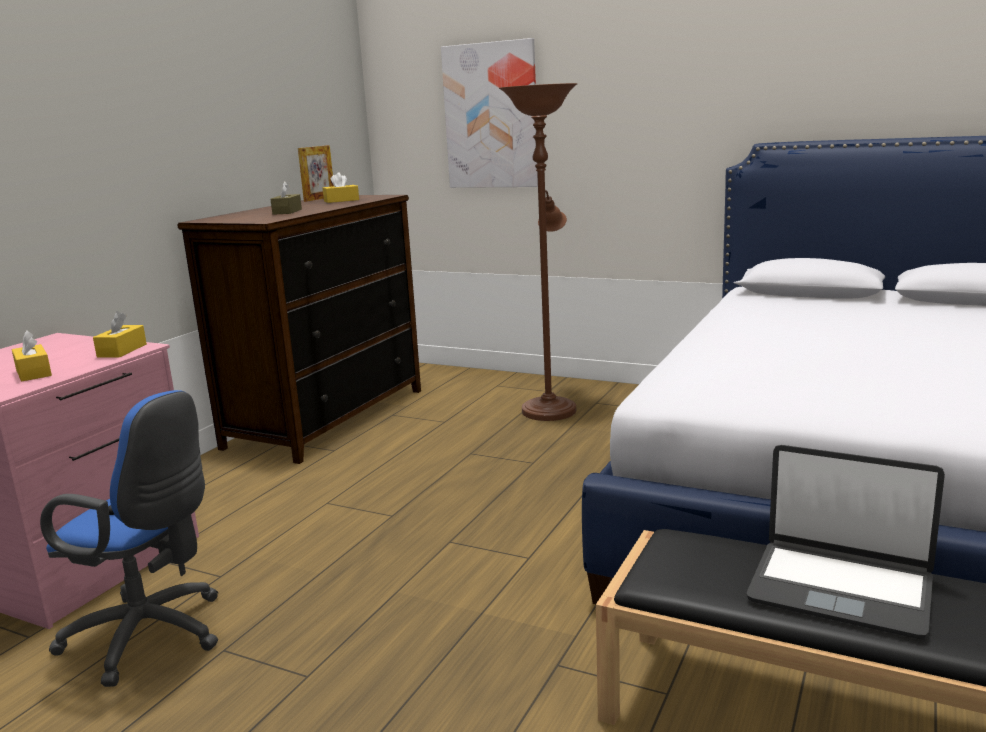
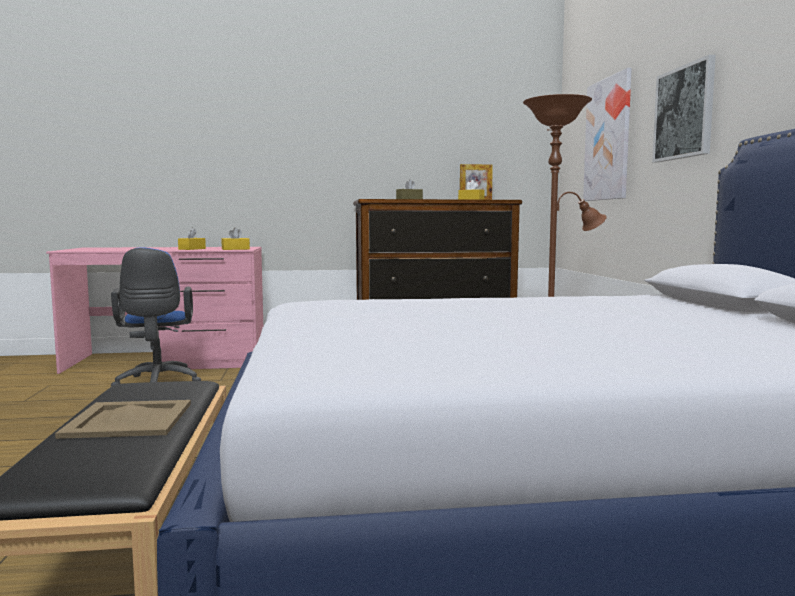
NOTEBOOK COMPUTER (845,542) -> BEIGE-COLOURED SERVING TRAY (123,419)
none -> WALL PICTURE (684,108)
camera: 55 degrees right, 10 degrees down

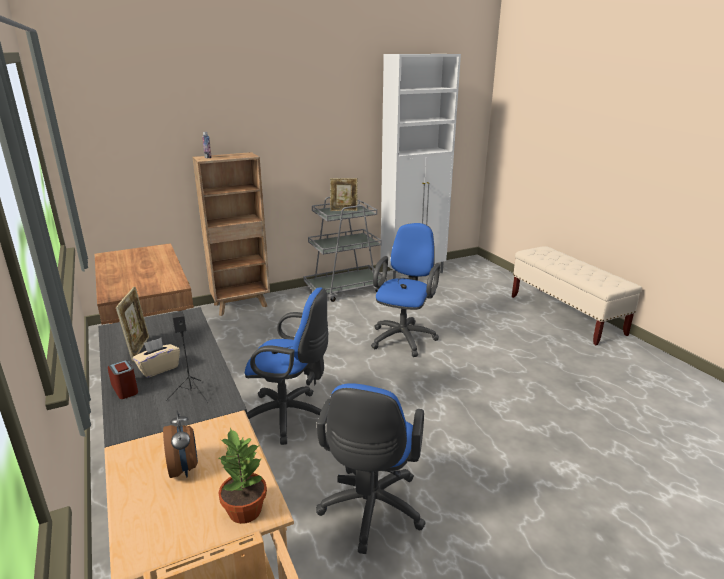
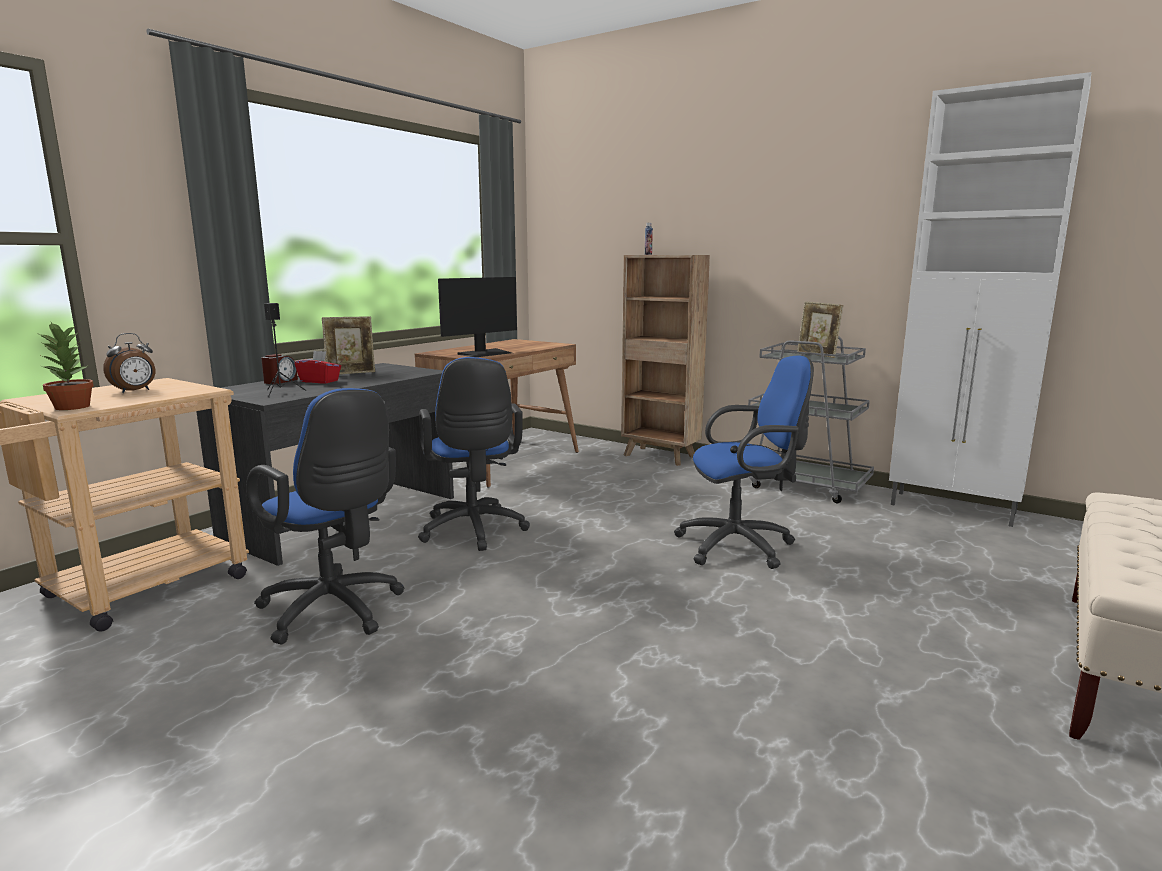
BLUISH OFFICE CHAIR (371,468) -> BLUISH OFFICE CHAIR (325,516), 120 degrees counterclockwise
BEIGE-COLOURED BOX OF TISSUES (156,358) -> REDDISH BOX OF TISSUES (318,367)
none -> COMPUTER SCREEN (477,317)
camera: 60 degrees right, 10 degrees down

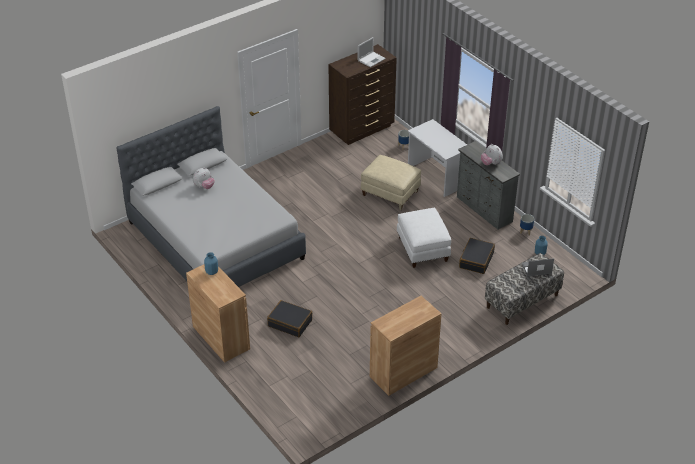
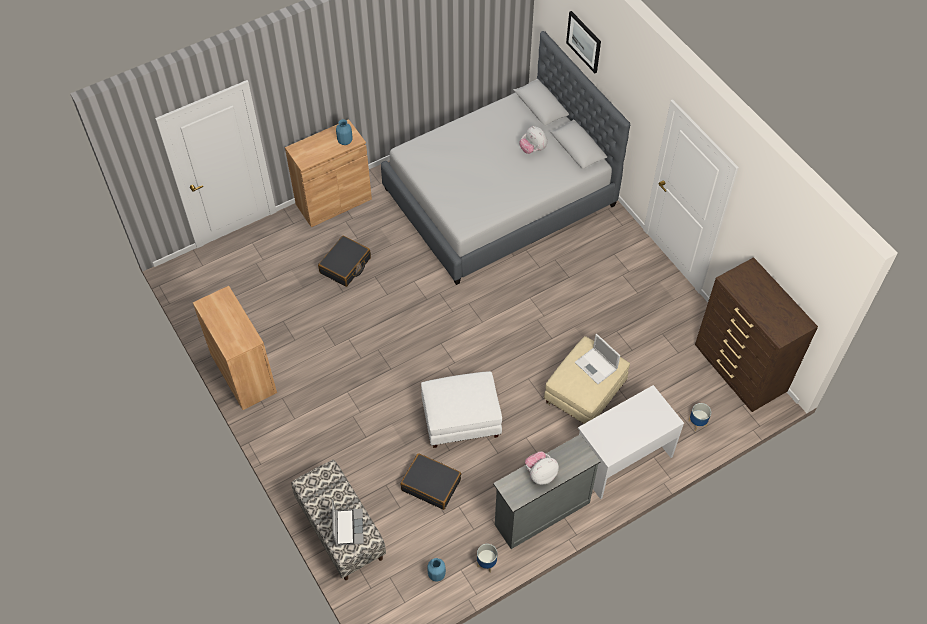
none -> WALL PICTURE (583,42)
NOTEBOOK COMPUTER (372,52) -> NOTEBOOK COMPUTER (597,359), move
camera: 95 degrees right, 15 degrees up

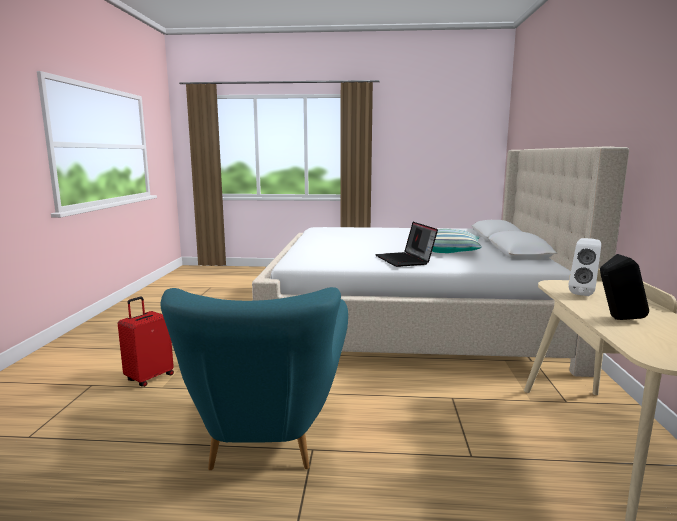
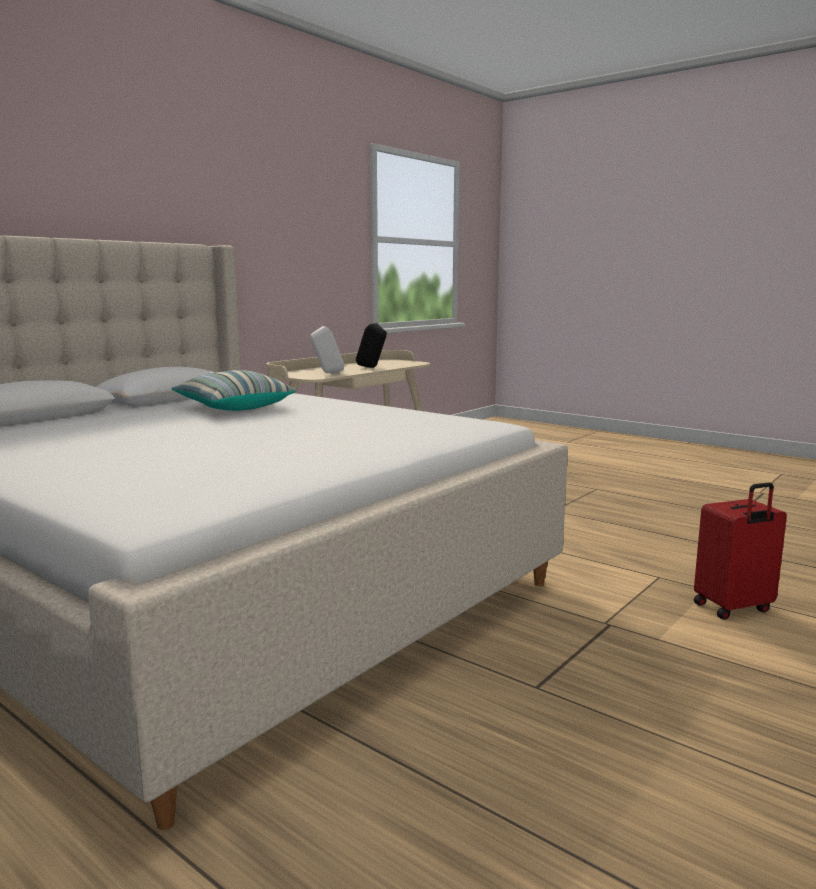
TURQUOISE LOUNGE CHAIR (254,378) -> none
NOTEBOOK COMPUTER (406,244) -> none
camera: 145 degrees left, 0 degrees up

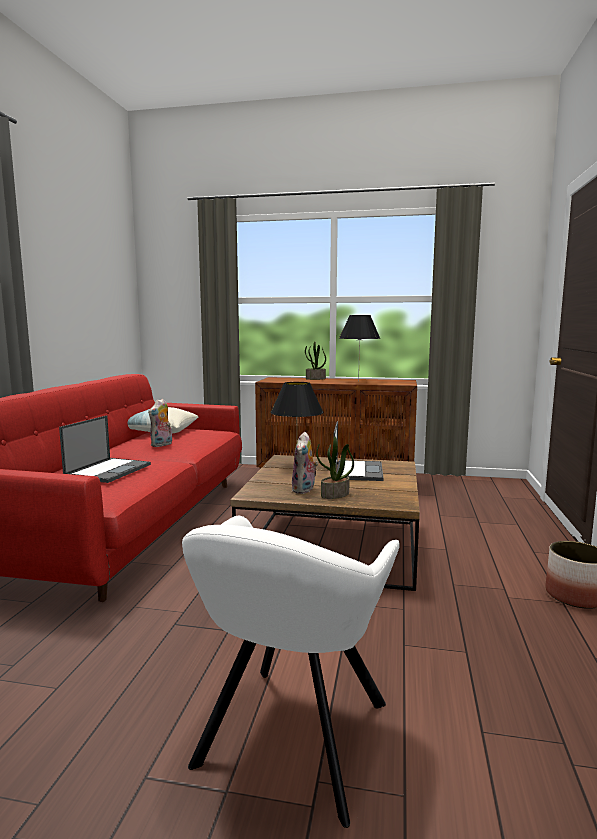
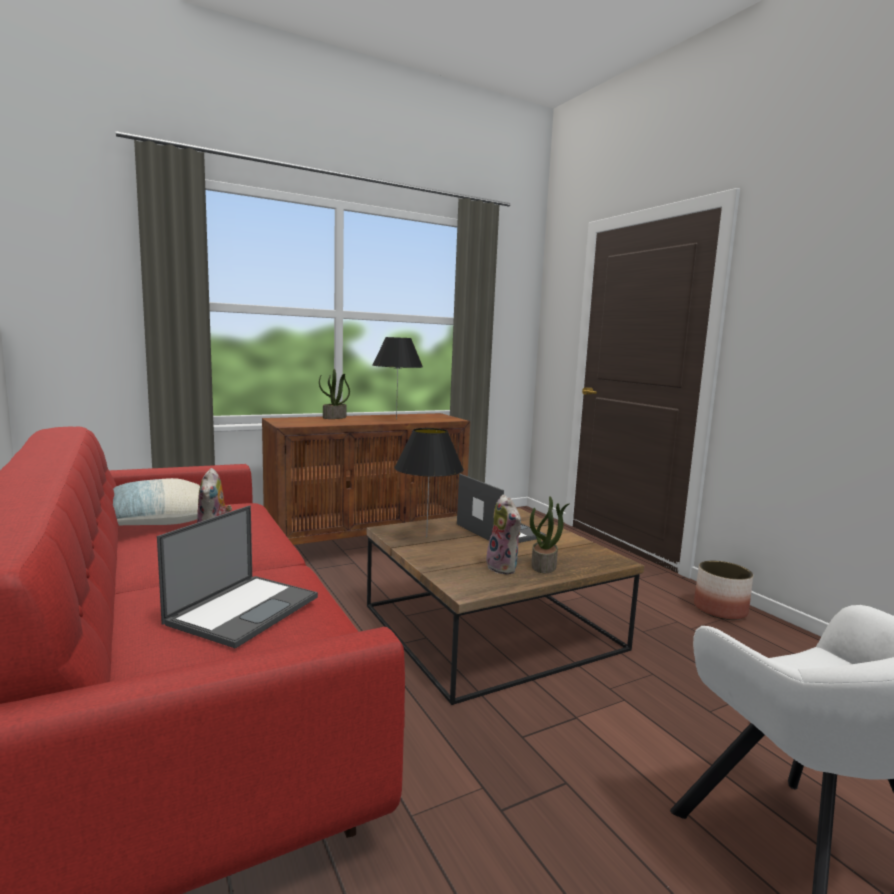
NOTEBOOK COMPUTER (105,449) -> NOTEBOOK COMPUTER (237,577), 45 degrees clockwise
camera: 40 degrees left, 0 degrees up

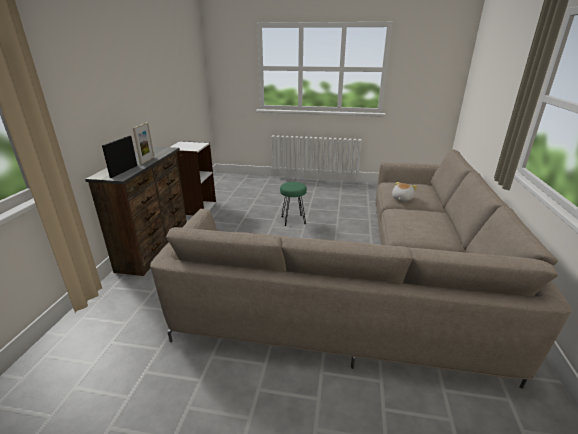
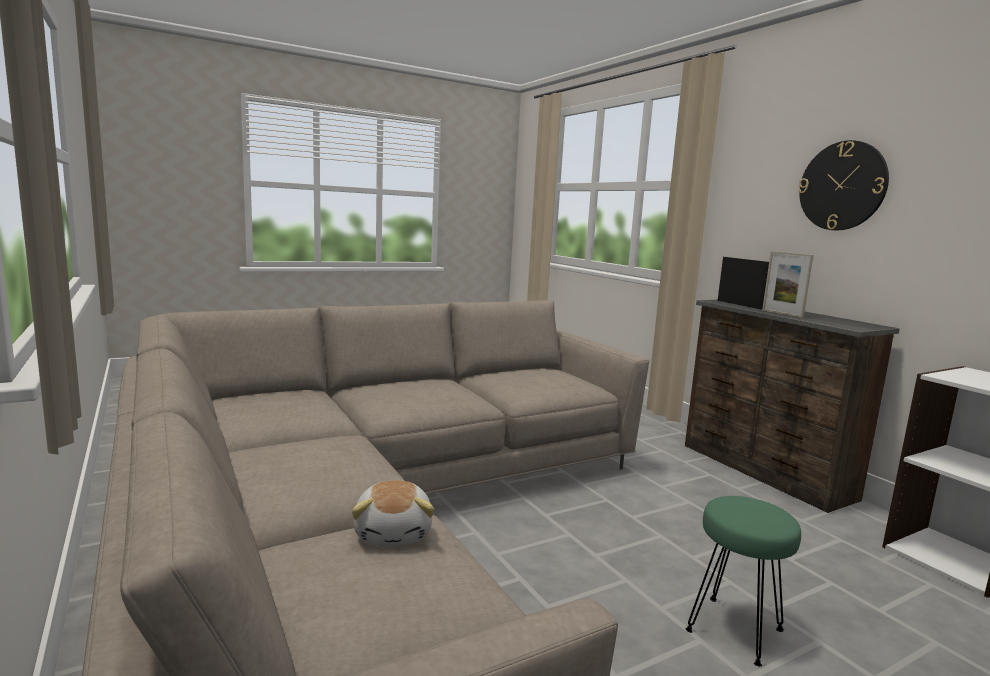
none -> WALL CLOCK (843,185)
camera: 140 degrees right, 15 degrees down

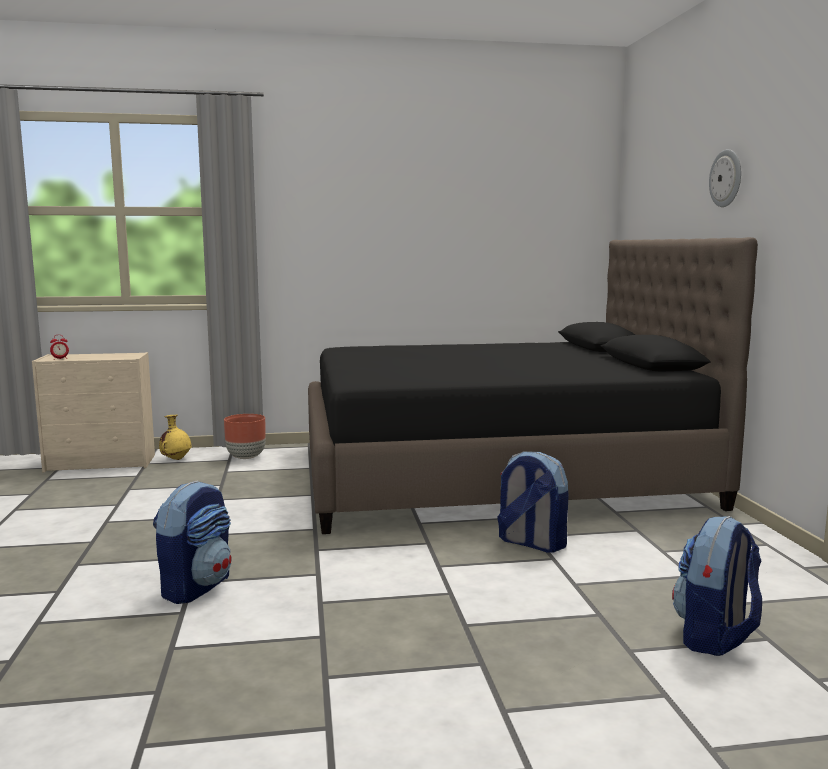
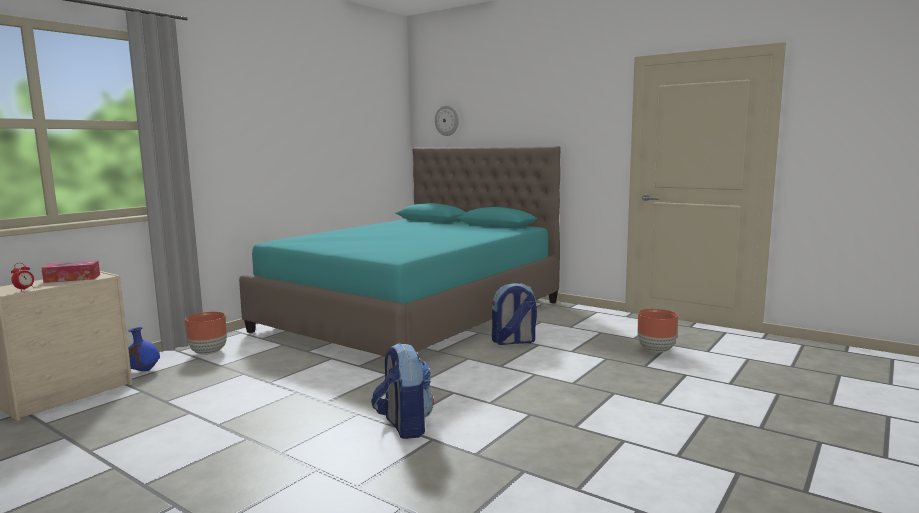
none -> BOX OF TISSUES (70,271)
YELLOWISH FLOWER VASE (175,437) -> BLUISH FLOWER VASE (144,349)
BLACK BEDROOM BED (533,385) -> TURQUOISE BEDROOM BED (400,251)
WALL CLOCK (725,178) -> WALL CLOCK (447,120), move
KNAPSACK (717,586) -> BROWN PLANTER (658,331)
camera: 45 degrees left, 0 degrees up

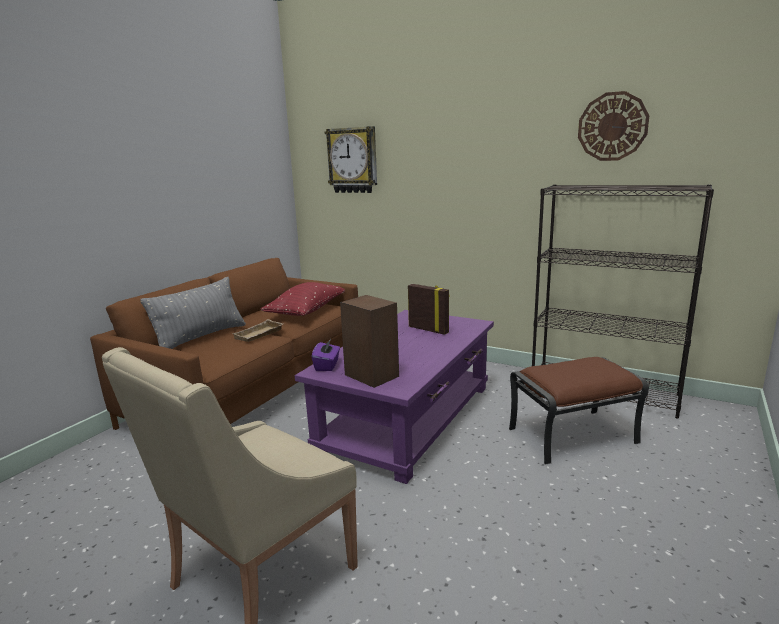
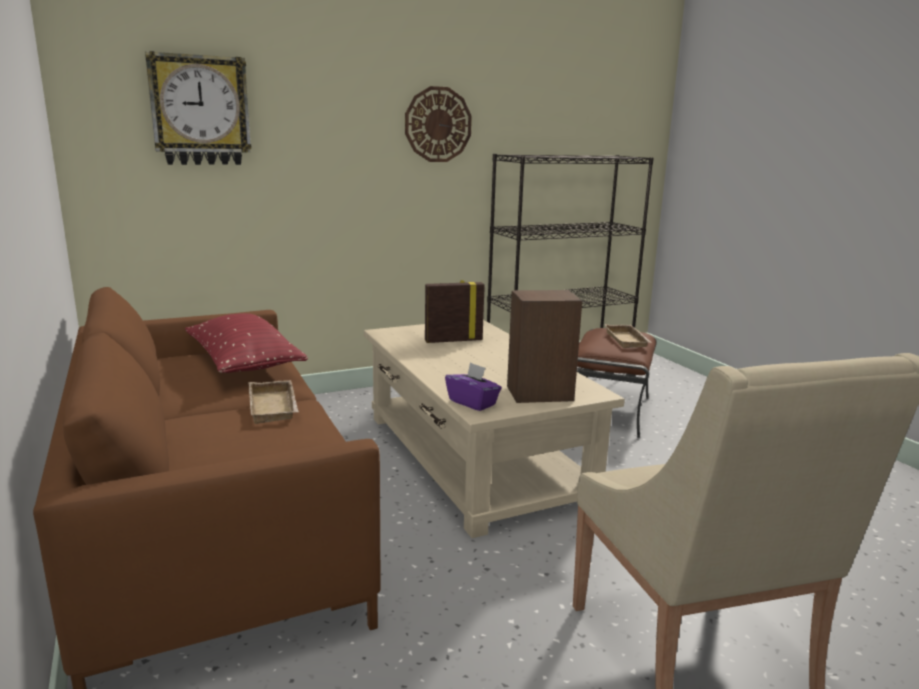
PURPLE-COLOURED LOUNGE TABLE (394,397) -> BEIGE-COLOURED LOUNGE TABLE (494,429)
WALL CLOCK (613,126) -> WALL CLOCK (438,124), move
none -> BEIGE-COLOURED SERVING TRAY (628,336)
GREYISH THROW PILLOW (193,313) -> none
camera: 55 degrees left, 0 degrees up

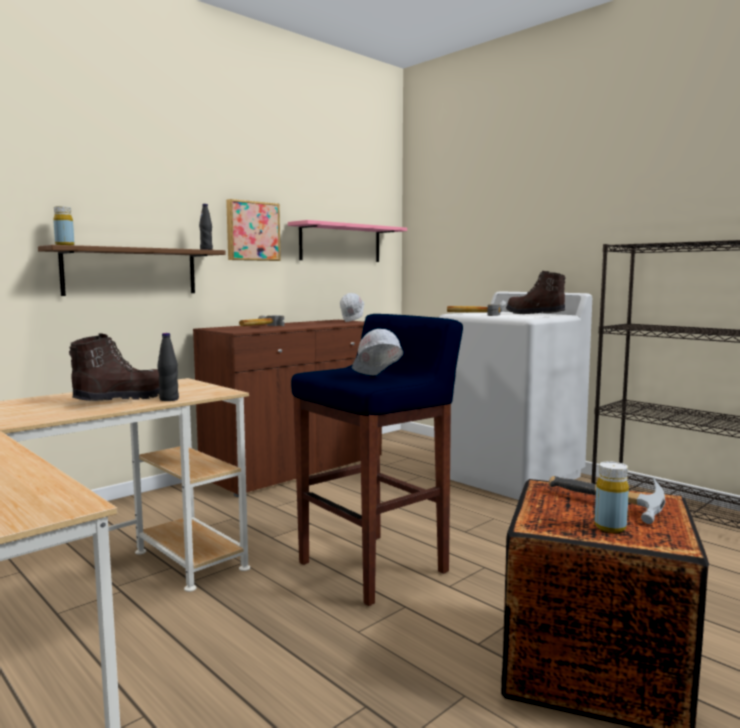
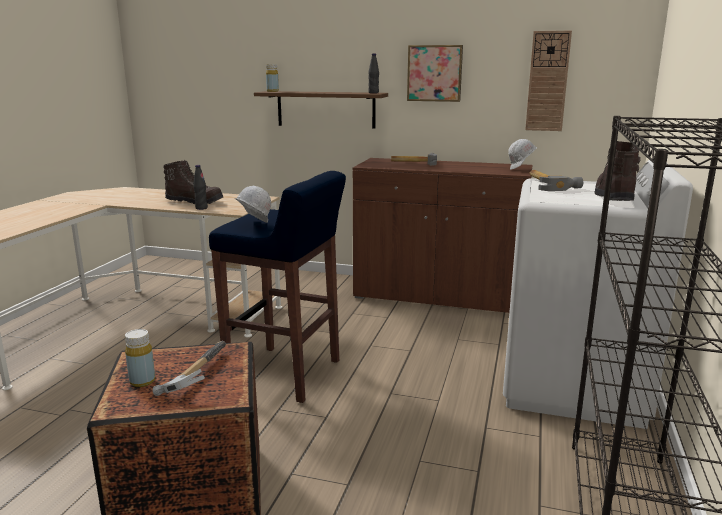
PINKISH BRACKET SHELF (347,241) -> WALL CLOCK (548,81)
camera: 60 degrees right, 10 degrees up

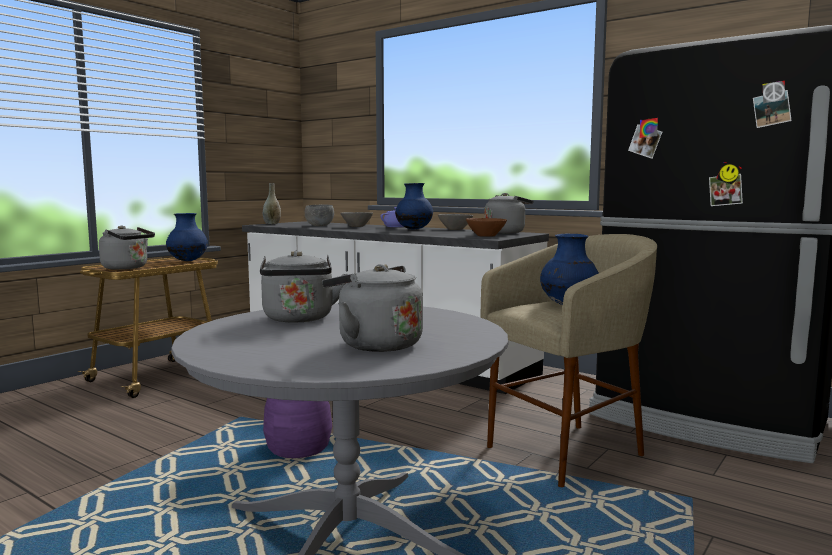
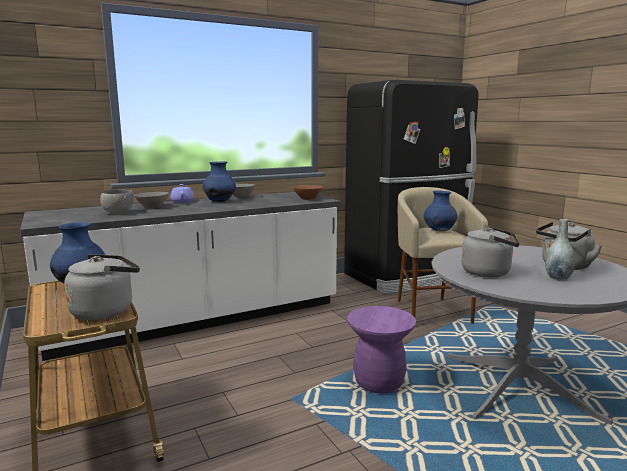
GREYISH FLOWER VASE (272,203) -> GREYISH FLOWER VASE (560,249), move
GREYISH TEA KETTLE (509,213) -> none
camera: 65 degrees left, 5 degrees up

